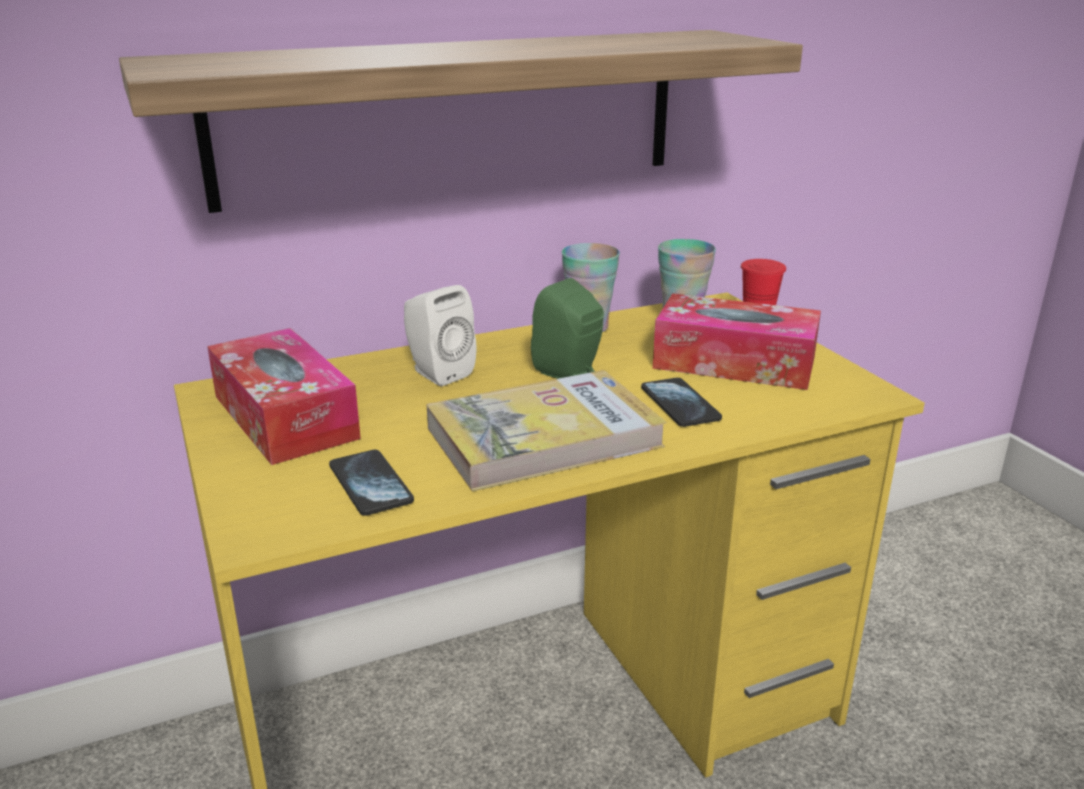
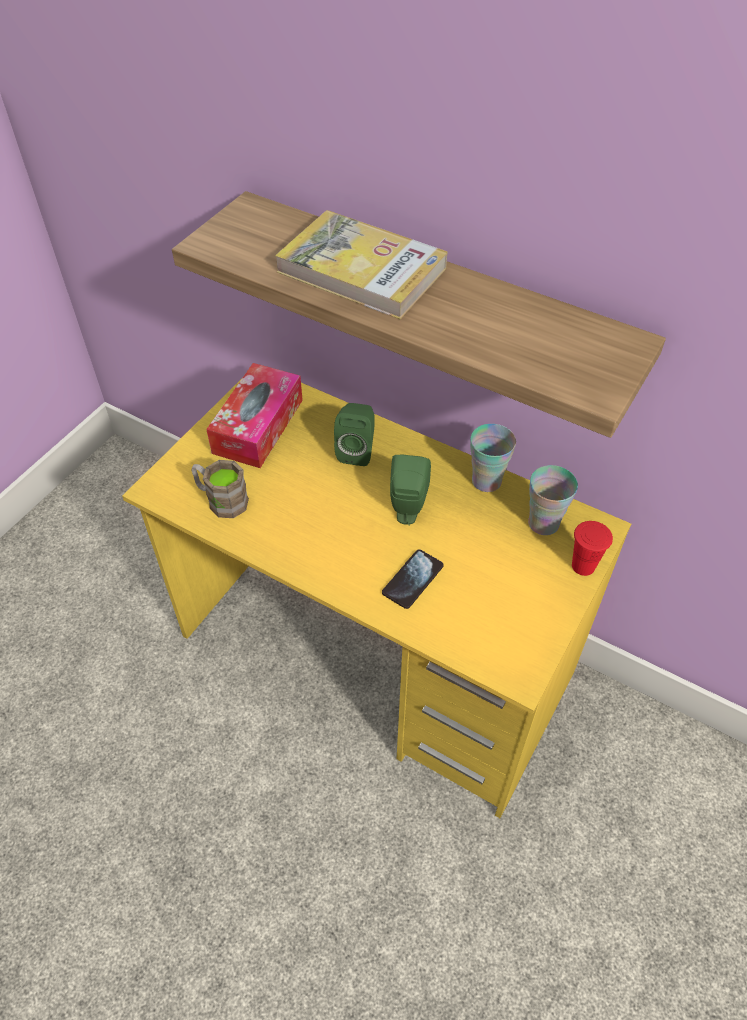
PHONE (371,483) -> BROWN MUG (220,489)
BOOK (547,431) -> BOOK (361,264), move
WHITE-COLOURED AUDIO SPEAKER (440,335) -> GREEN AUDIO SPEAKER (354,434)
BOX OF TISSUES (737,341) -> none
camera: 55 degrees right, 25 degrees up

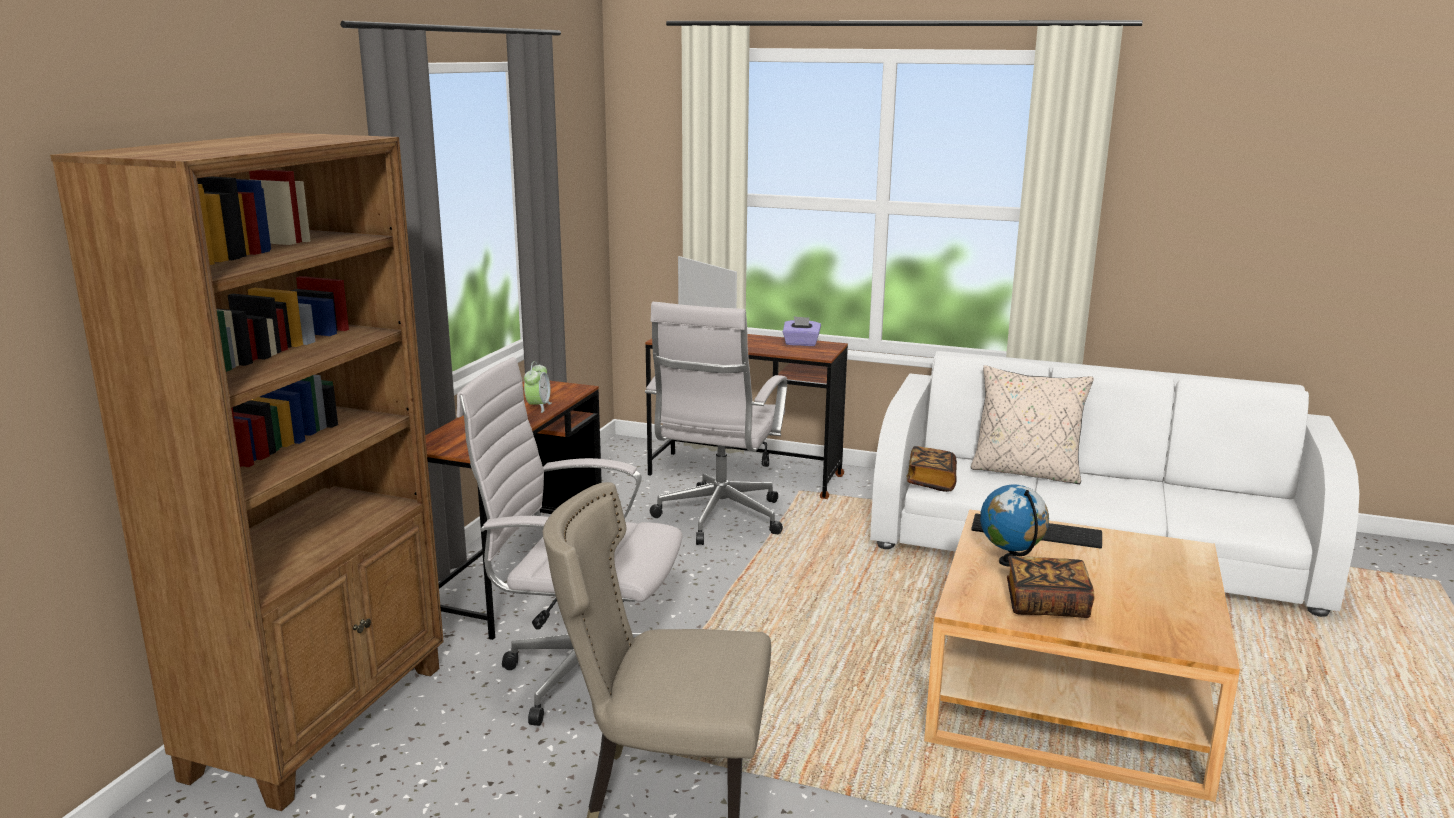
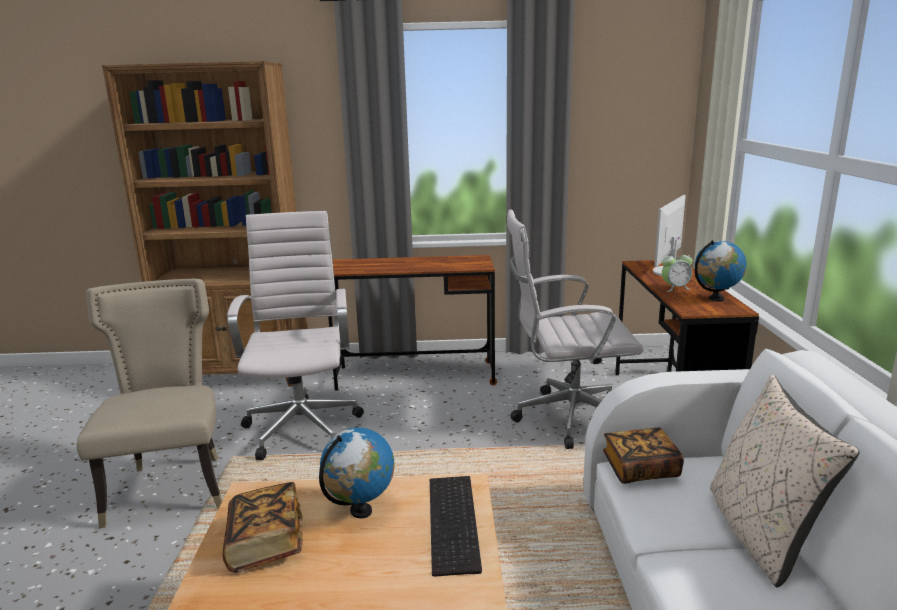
TABLE CLOCK (538,387) -> TABLE CLOCK (677,271), move
PURPLE-COLOURED BOX OF TISSUES (802,331) -> GLOBE (721,271)
camera: 70 degrees right, 0 degrees up

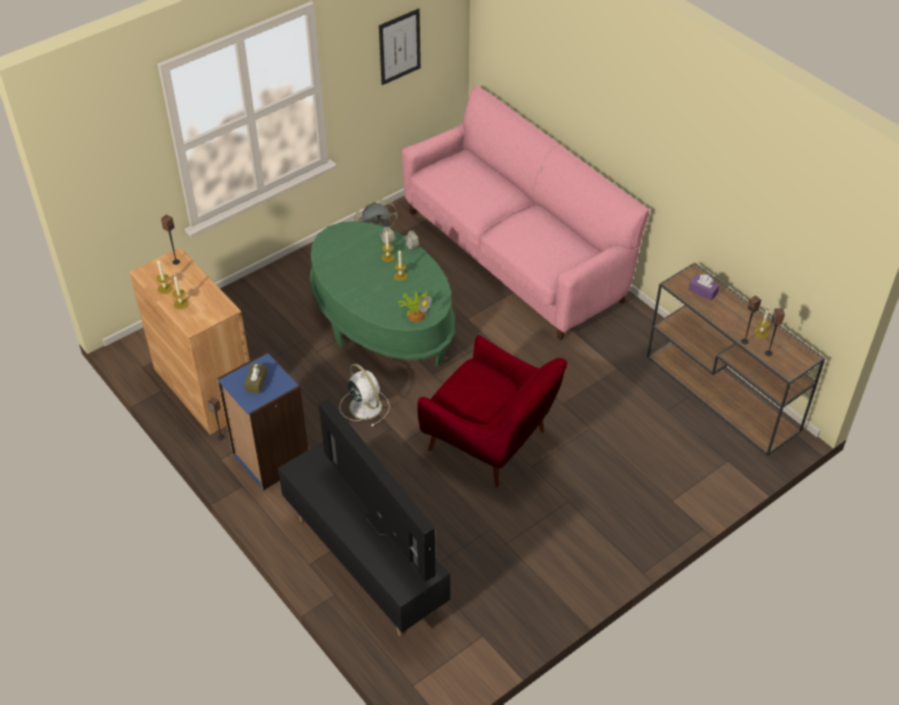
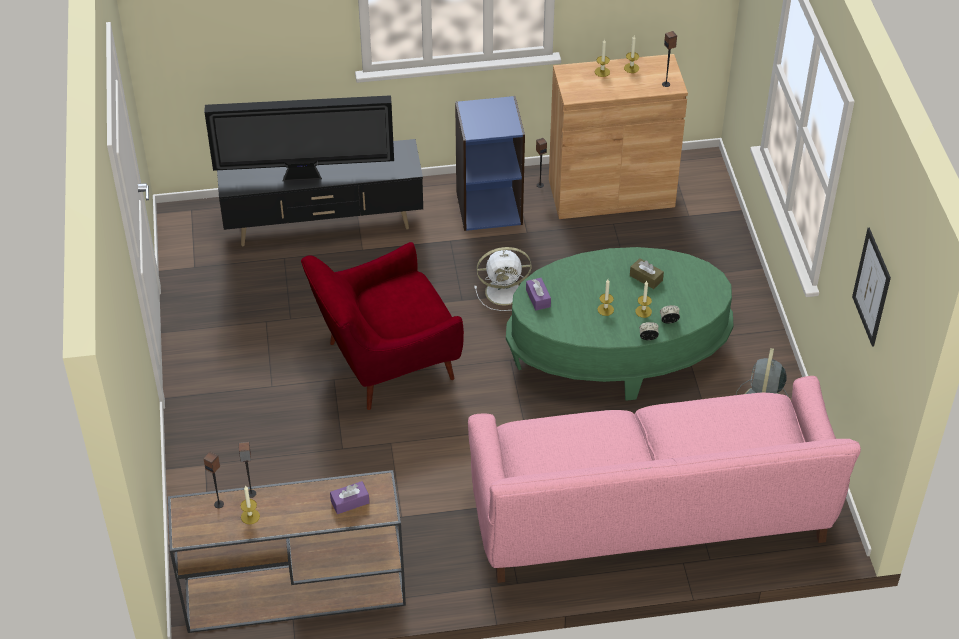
PLANT IN A POT (414,307) -> PURPLE-COLOURED BOX OF TISSUES (538,294)
BROWN BOX OF TISSUES (255,378) -> BROWN BOX OF TISSUES (647,273), move
camera: 120 degrees right, 0 degrees up

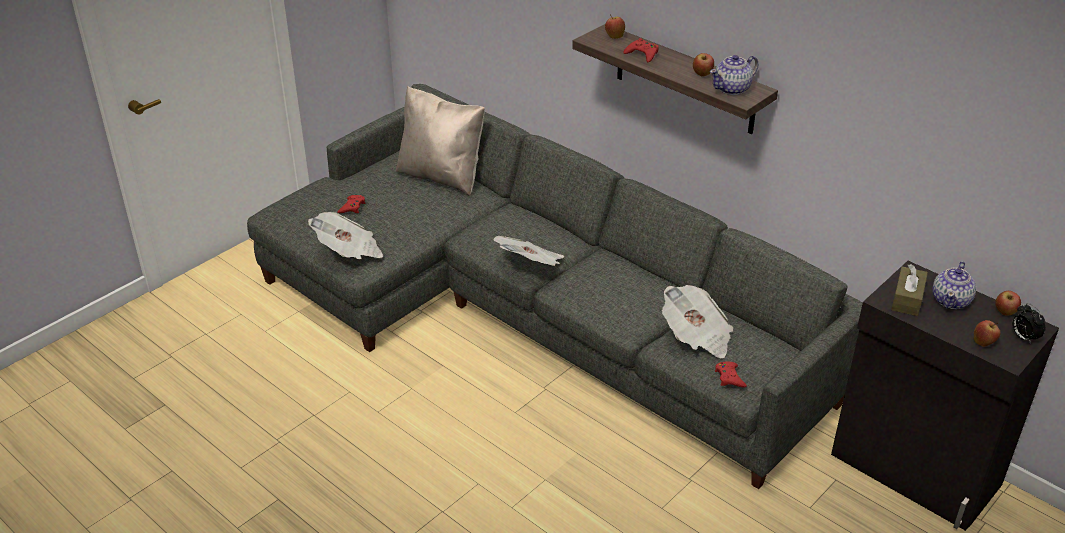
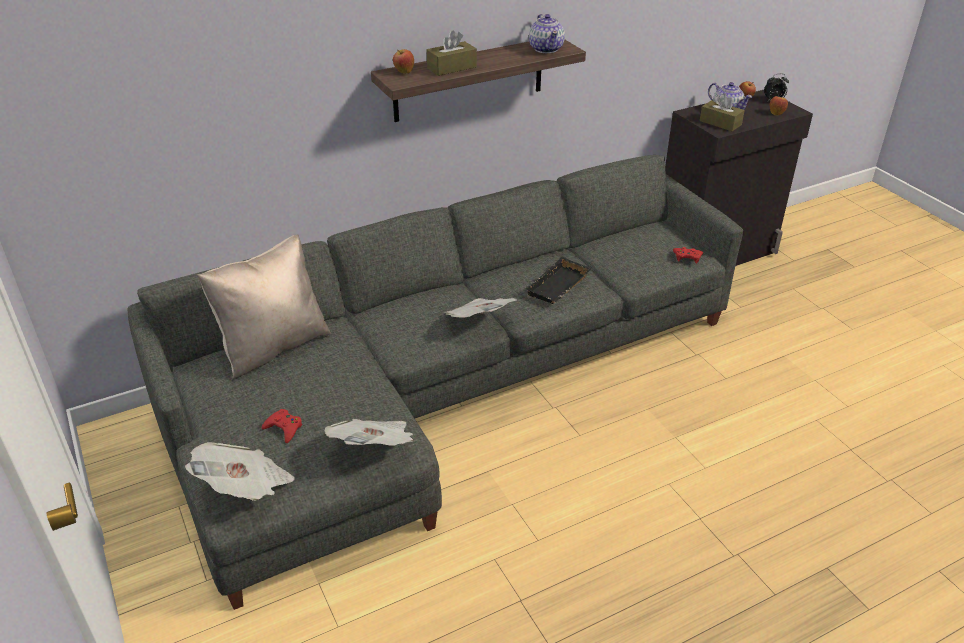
DAILY PAPER (697,321) -> DAILY PAPER (239,471), move
REDDISH GAME CONTROLLER (641,50) -> BROWN BOX OF TISSUES (451,53)
none -> BLACK SERVING TRAY (558,280)
APPLE (703,64) -> none
camera: 70 degrees left, 0 degrees up

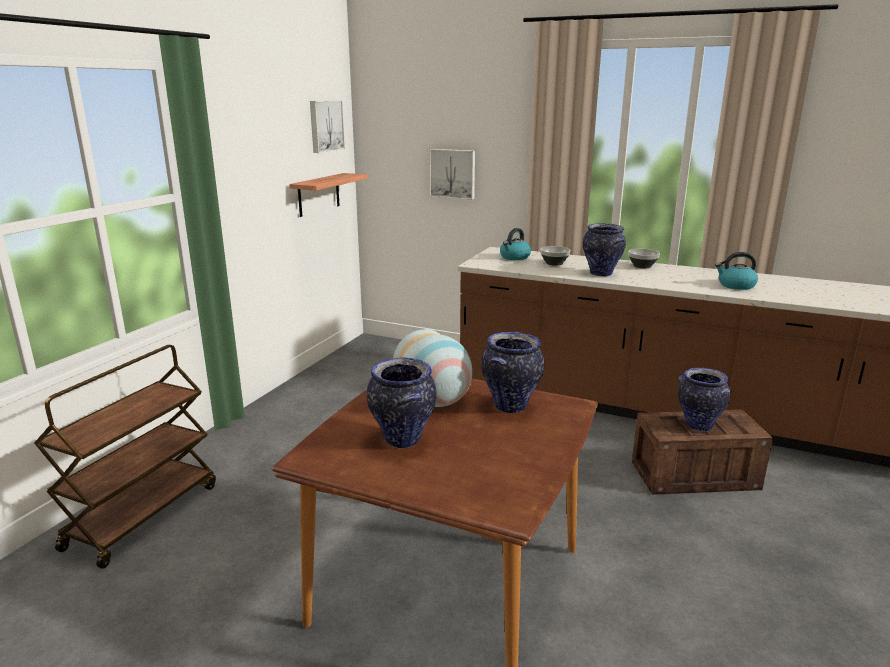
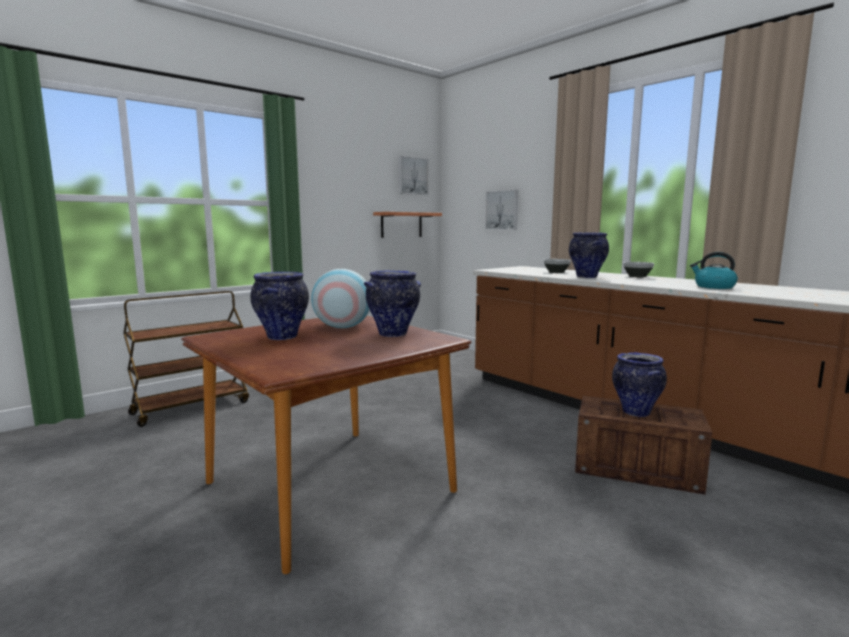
TEA KETTLE (515,244) -> none
camera: 25 degrees right, 10 degrees down

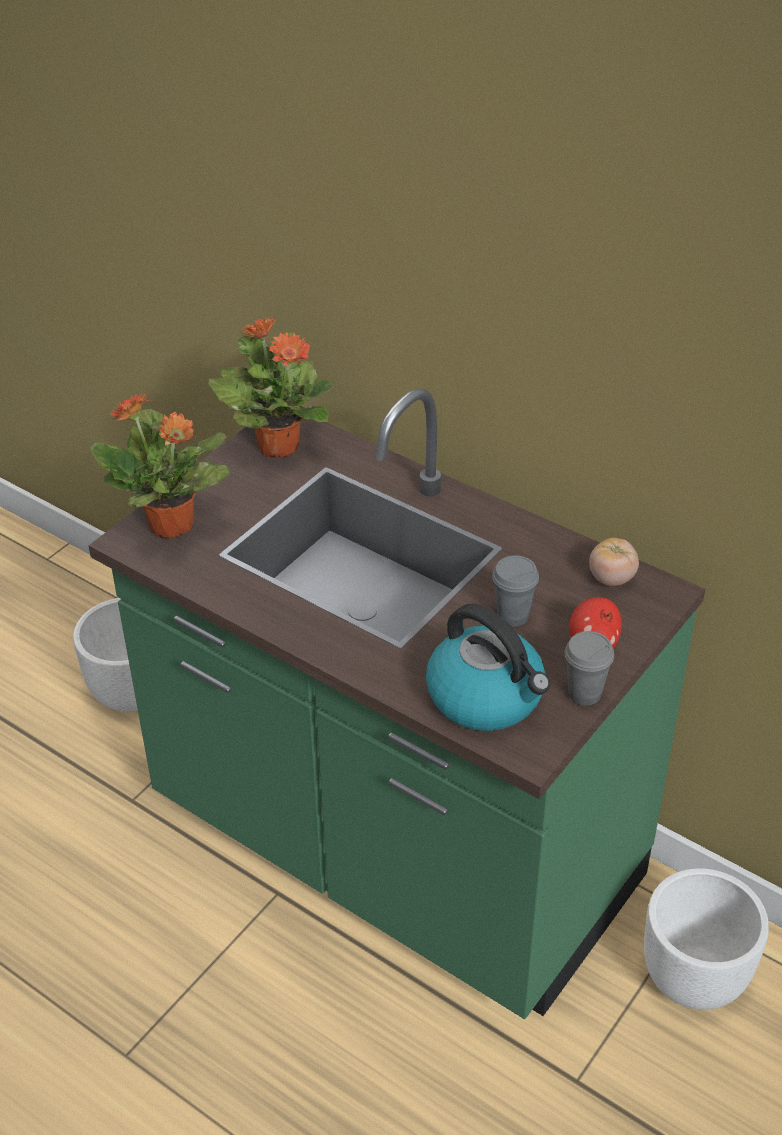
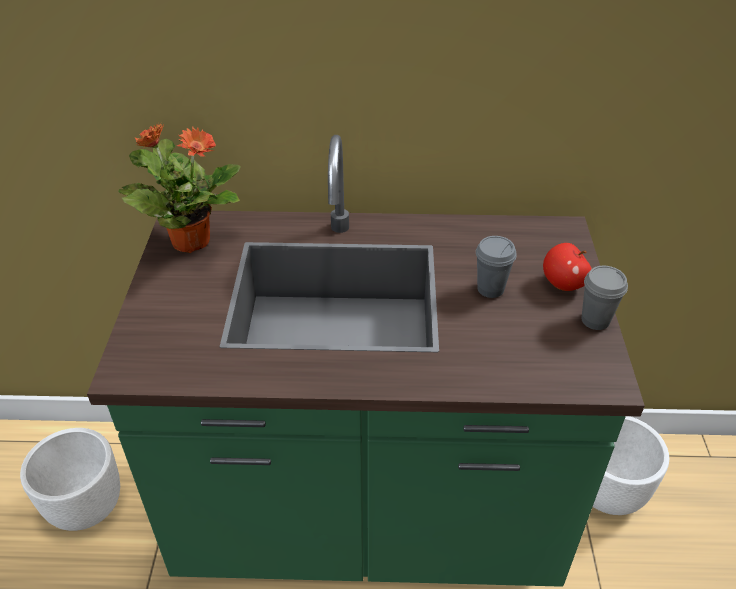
PLANT IN A POT (160,466) -> none
TEA KETTLE (488,667) -> none
TOMATO (614,562) -> none
camera: 35 degrees left, 0 degrees up

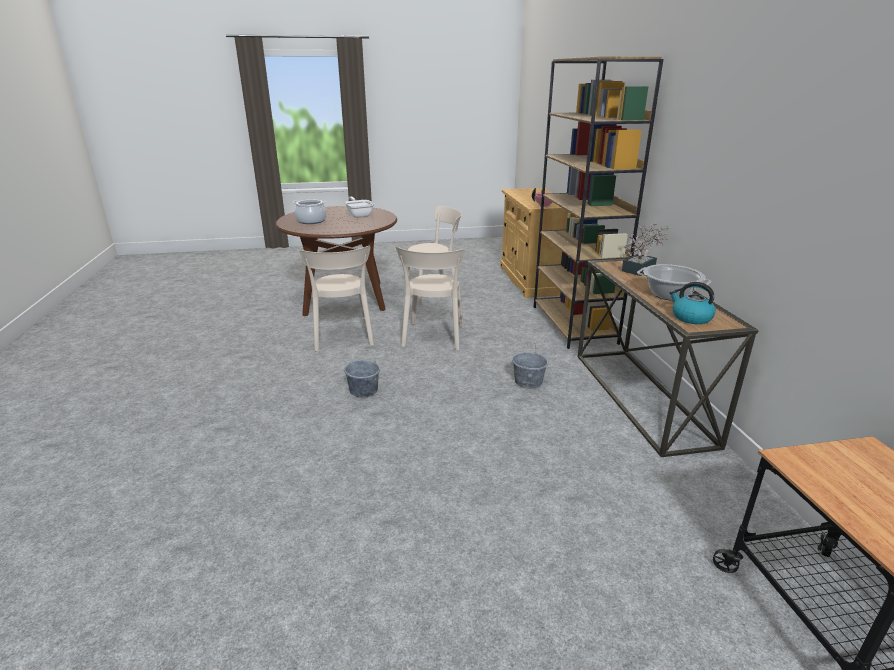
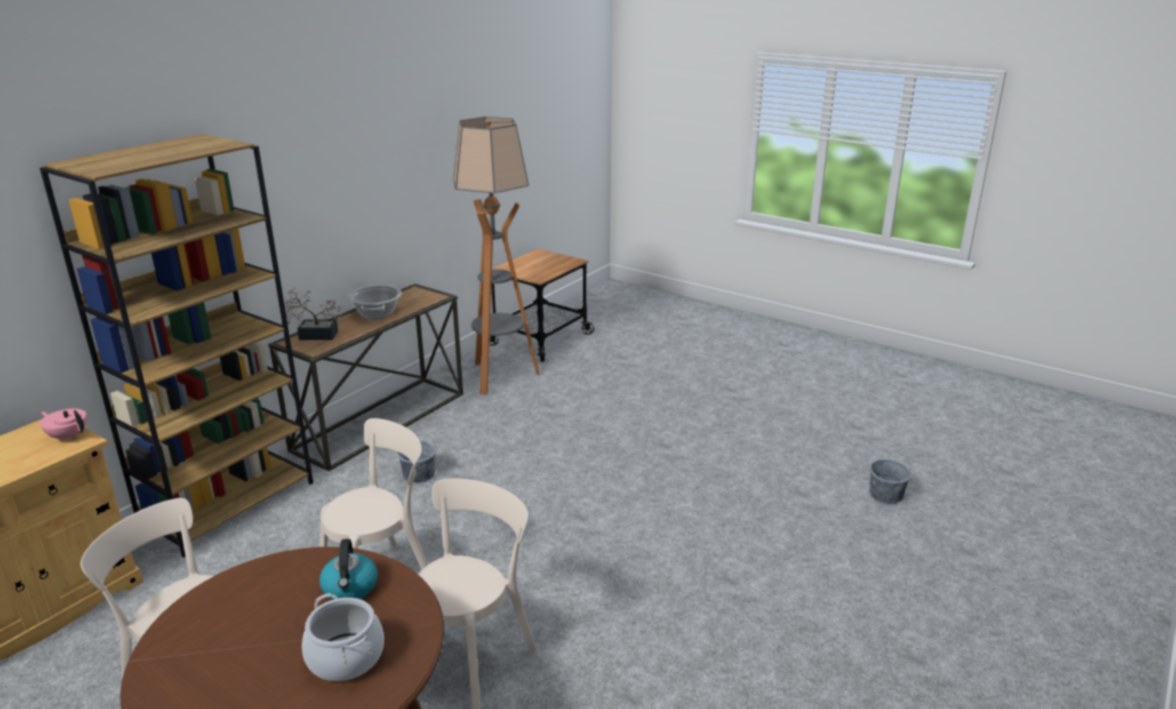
TEA KETTLE (692,303) -> TEA KETTLE (349,569), move
none -> STANDING LAMP (496,256)
GREYISH WATER BUCKET (362,373) -> GREYISH WATER BUCKET (890,478), move
FRYING PAN (359,207) -> none
camera: 135 degrees left, 0 degrees up

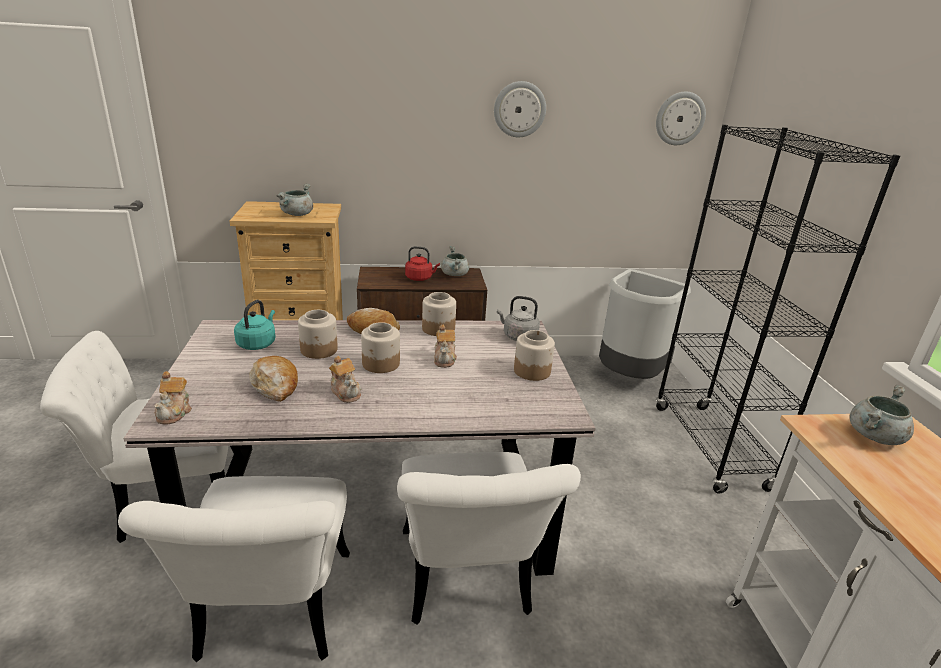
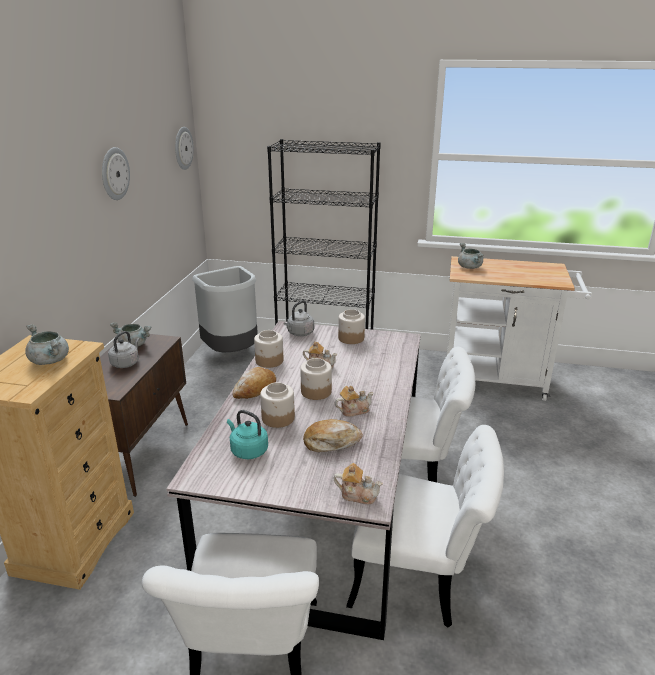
REDDISH TEA KETTLE (422,263) -> GREYISH TEA KETTLE (124,349)
camera: 70 degrees left, 0 degrees up

